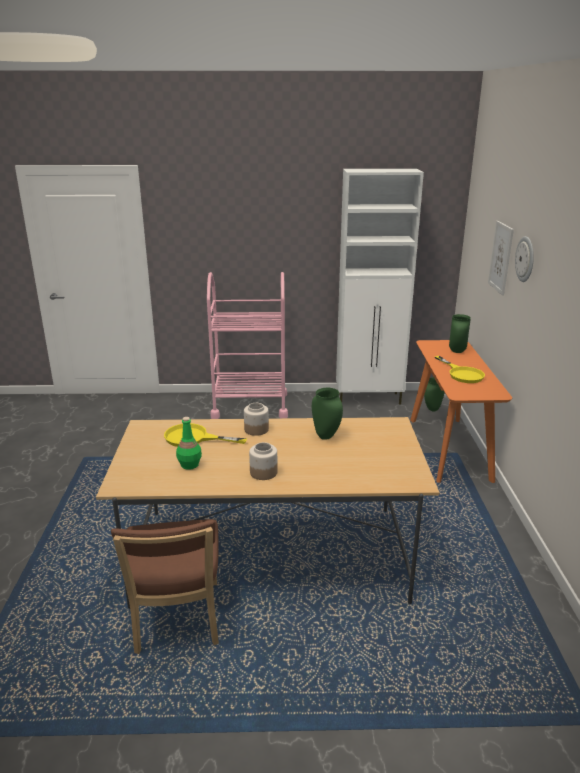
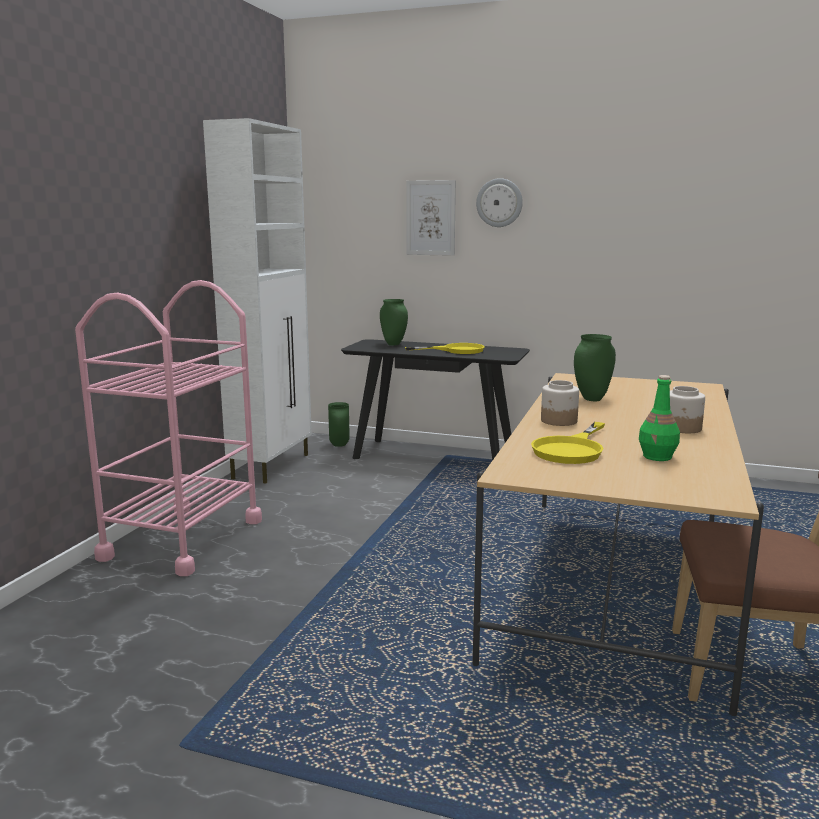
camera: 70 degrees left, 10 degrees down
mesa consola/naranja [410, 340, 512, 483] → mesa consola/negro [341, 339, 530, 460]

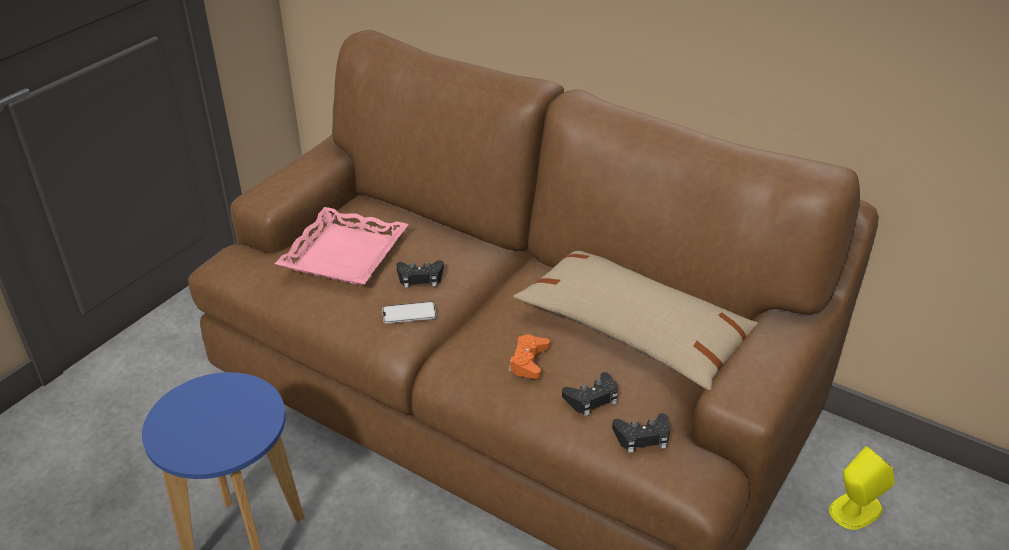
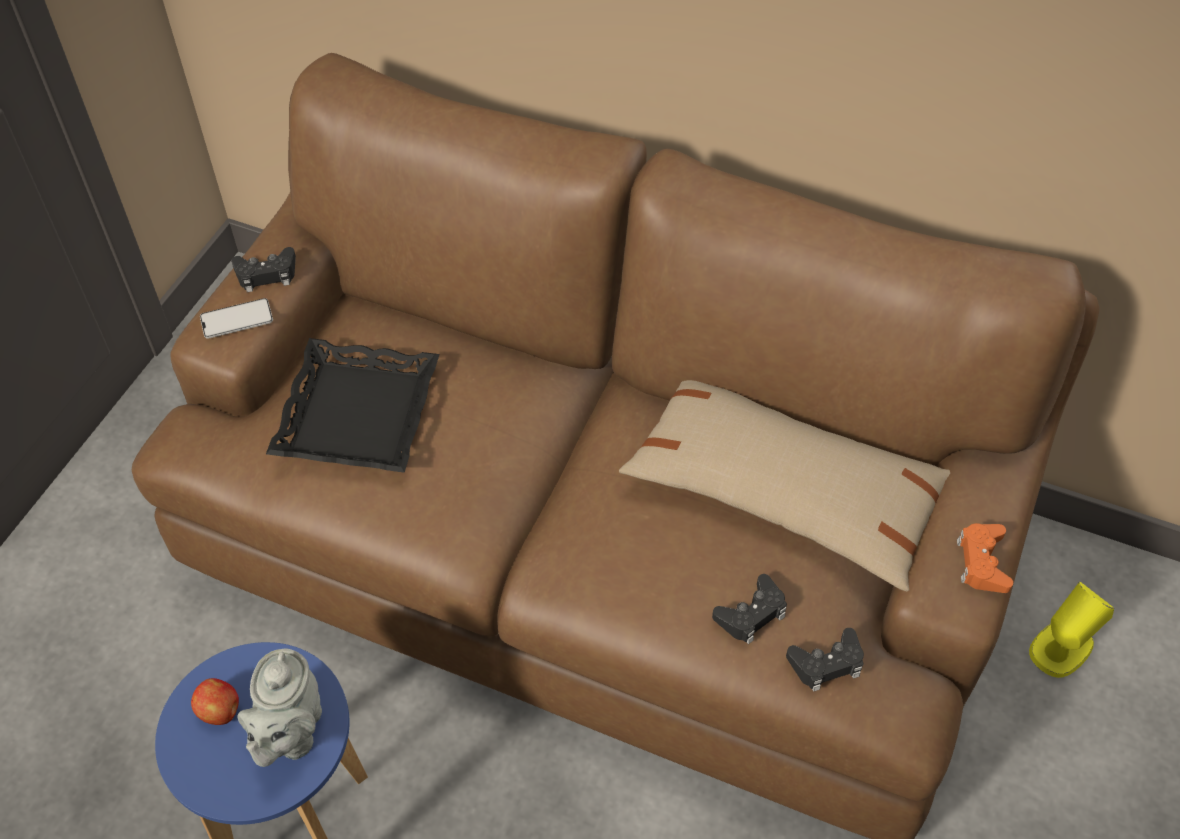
camera: 10 degrees left, 15 degrees up
bandeja/rosa [275, 207, 409, 285] → bandeja/negro [266, 338, 439, 473]
móvil [382, 301, 436, 324] → móvil [200, 298, 273, 338], moved
mando de consola/negro [396, 260, 444, 288] → mando de consola/negro [231, 247, 296, 292], moved
mando de consola/naranja [509, 335, 550, 379] → mando de consola/naranja [957, 523, 1013, 593], moved
- → manzana [191, 678, 239, 725]
- → tetera/gris [237, 648, 322, 767]

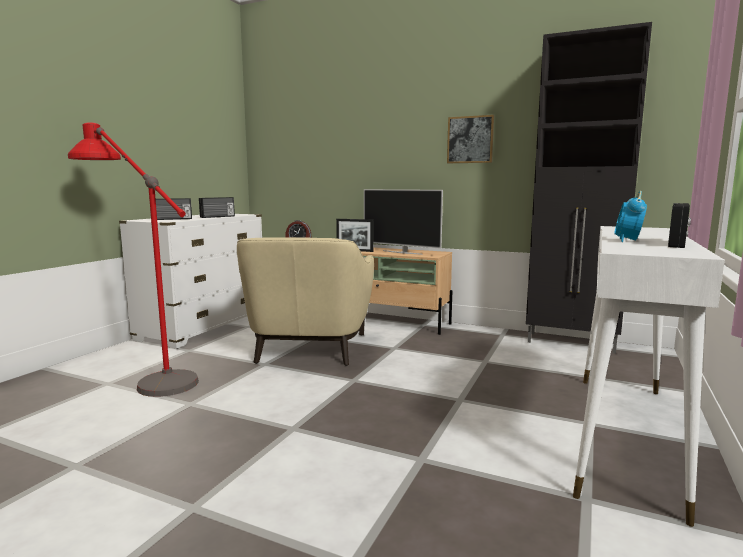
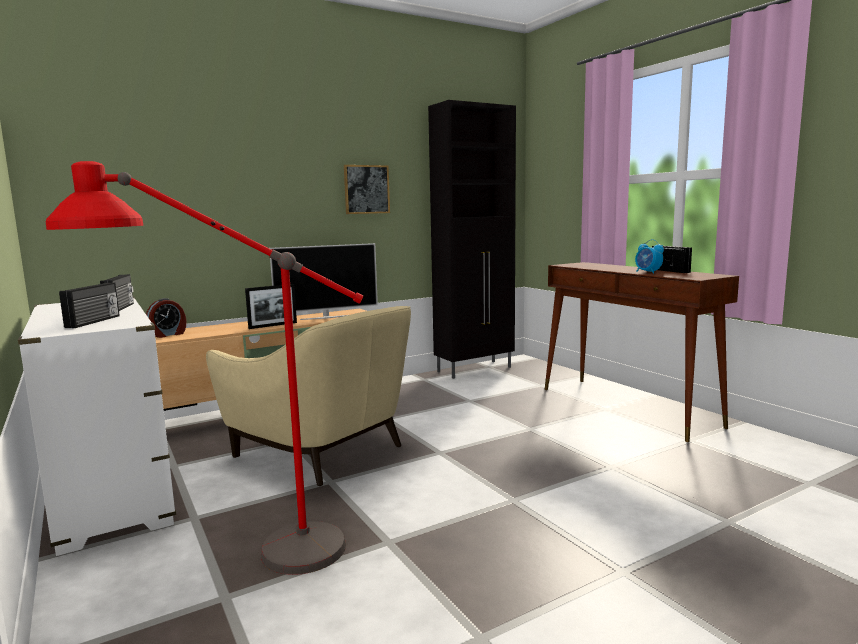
camera: 55 degrees left, 0 degrees up
mesa consola/blanco [573, 226, 725, 527] → mesa consola/marrón [545, 262, 739, 442]

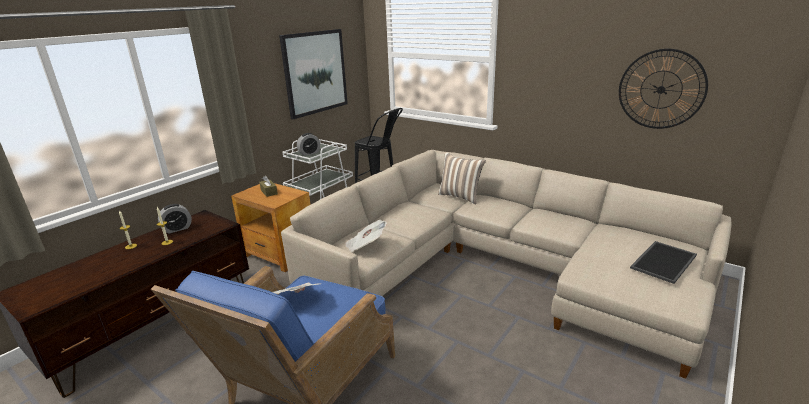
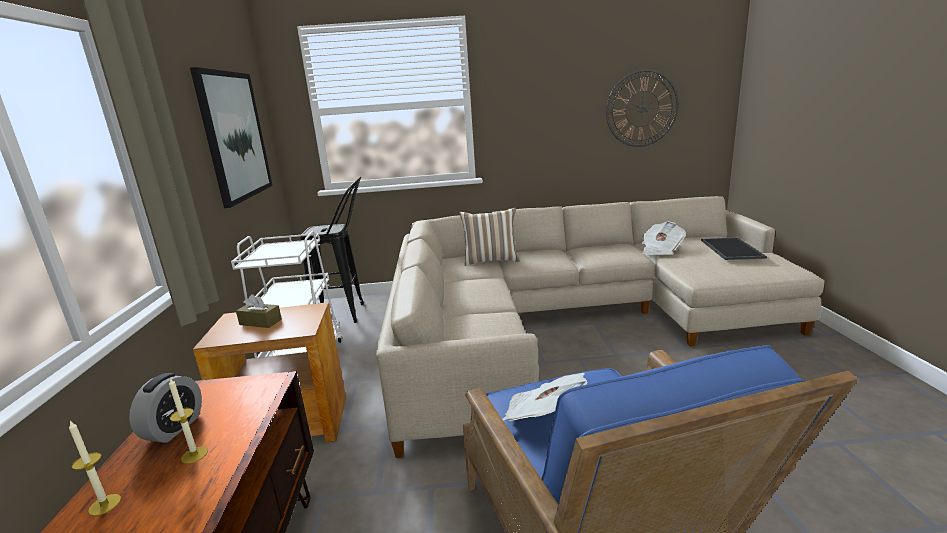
camera: 40 degrees left, 5 degrees down
despertador [297, 133, 320, 156] → -
periódico [345, 220, 387, 252] → periódico [641, 222, 686, 255], moved

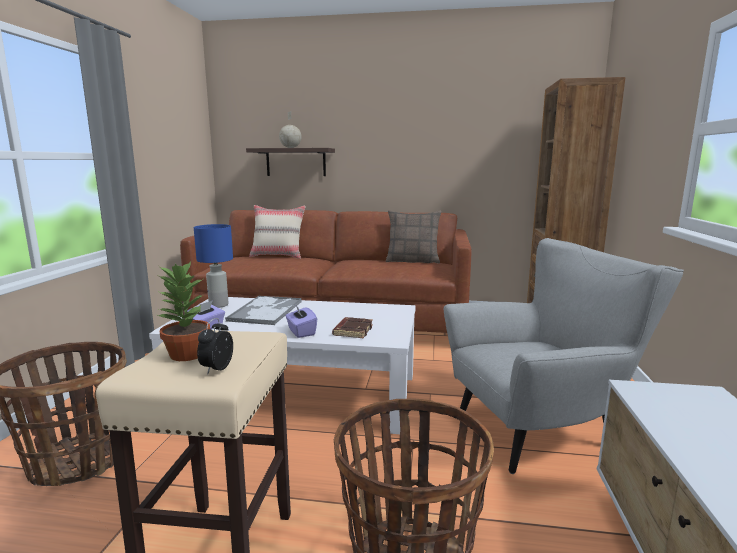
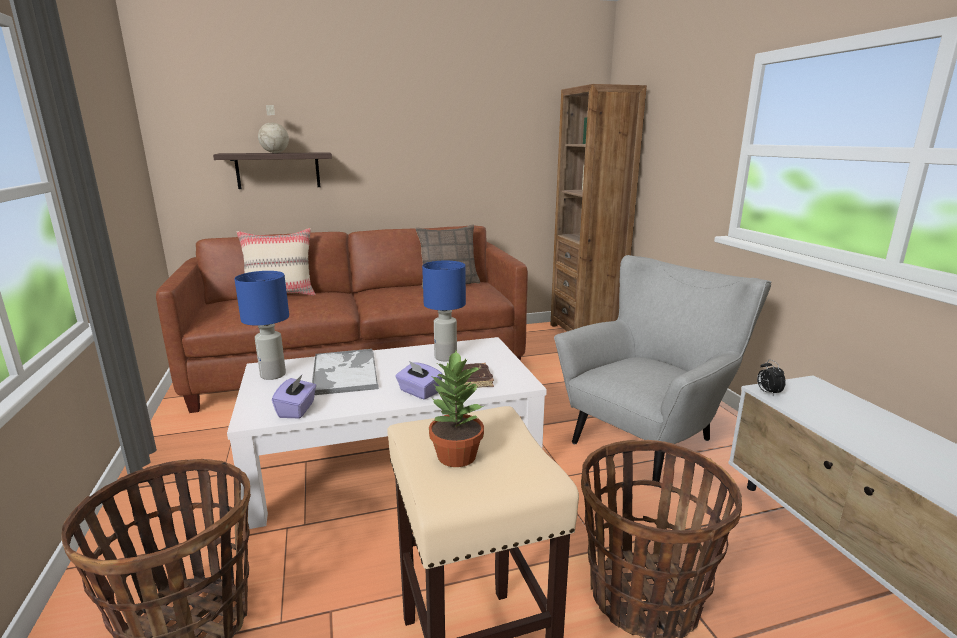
camera: 25 degrees left, 5 degrees up
despertador [197, 318, 233, 375] → despertador [757, 360, 786, 397], moved
- → lámpara de mesa/azul [422, 260, 466, 361]

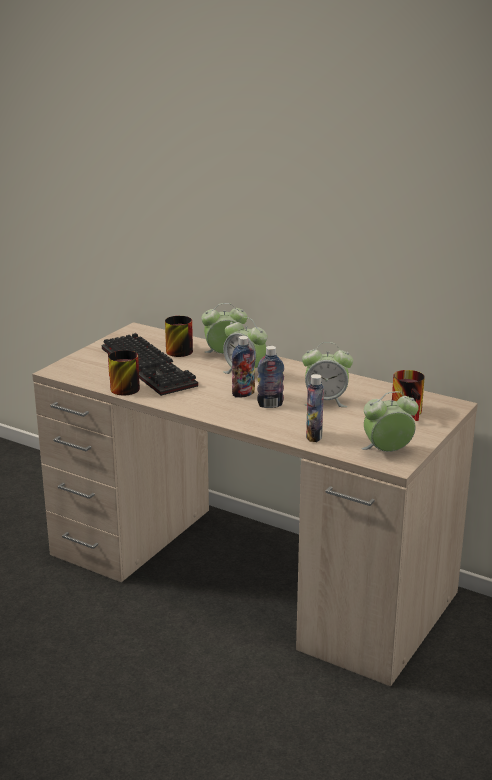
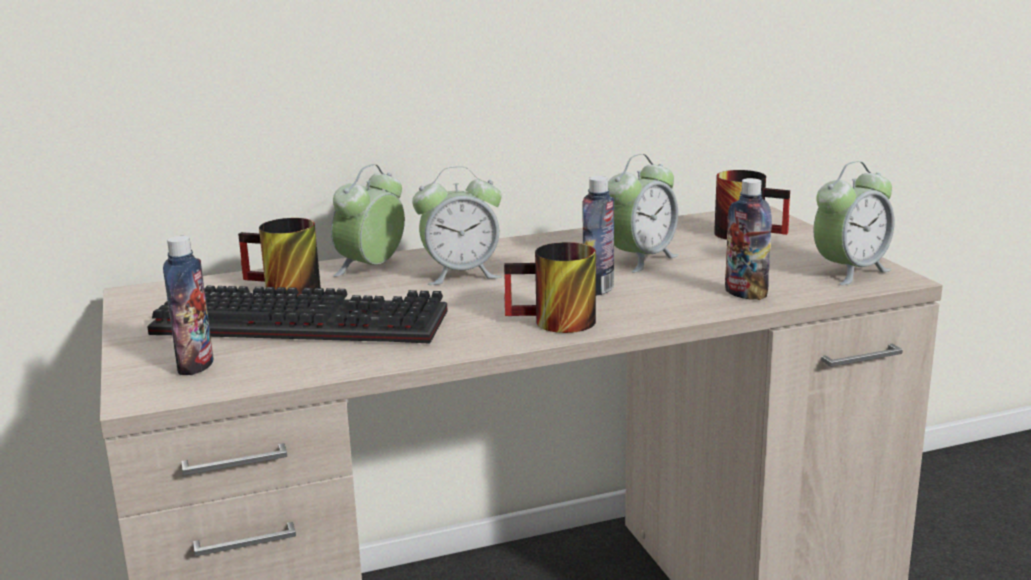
camera: 50 degrees left, 5 degrees down
taza grande [108, 350, 140, 395] → taza grande [504, 242, 596, 333], moved
botella [232, 336, 255, 398] → botella [163, 236, 214, 375], moved
despertador [362, 391, 419, 452] → despertador [813, 161, 894, 285], 150 degrees counterclockwise

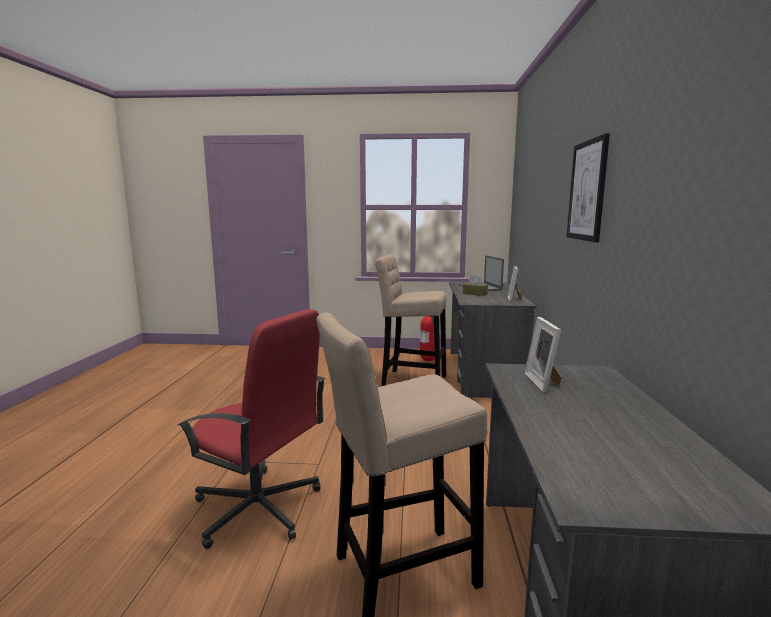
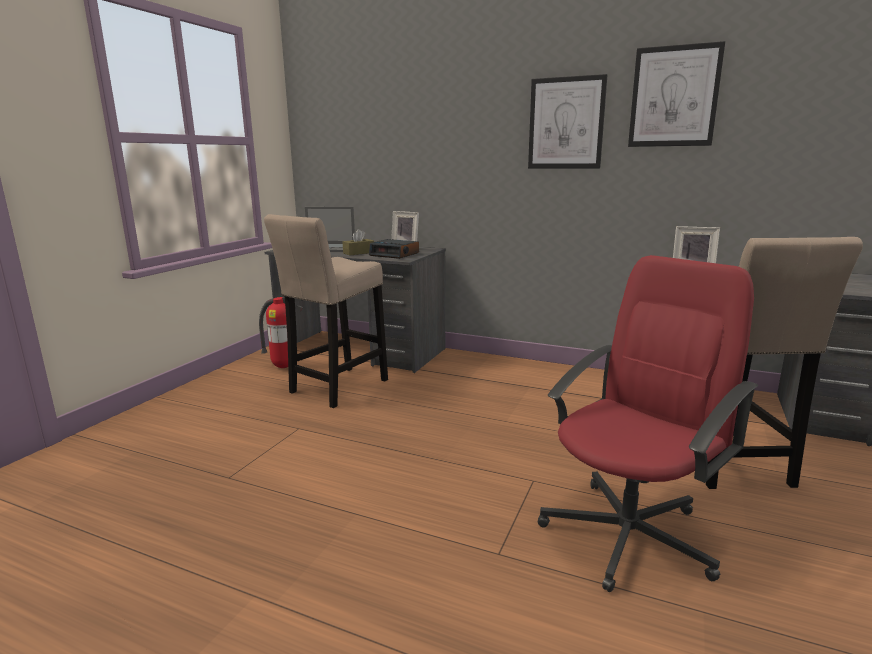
camera: 70 degrees left, 5 degrees up
- → despertador [369, 239, 419, 259]
- → cuadro [628, 41, 725, 147]

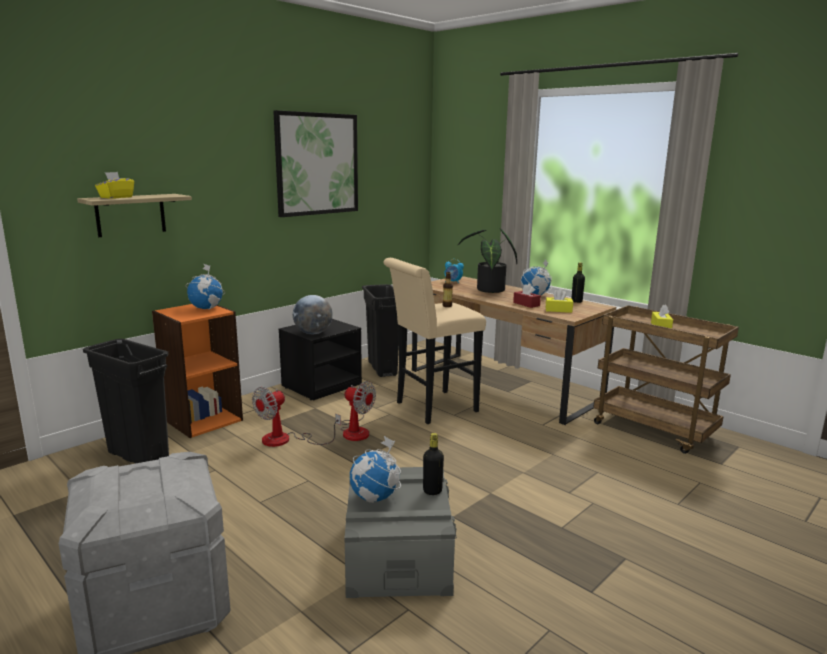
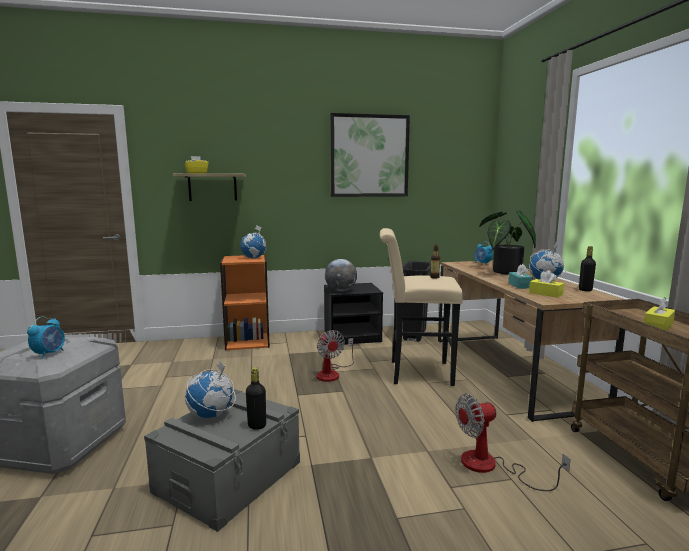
camera: 35 degrees right, 5 degrees down
papelera/negro [83, 339, 169, 463] → -
ventilador [252, 387, 341, 447] → ventilador [455, 393, 571, 491], moved
caja de pañuelos/rojo [513, 284, 541, 308] → caja de pañuelos/turquesa [508, 264, 533, 289]
- → despertador [27, 316, 65, 359]

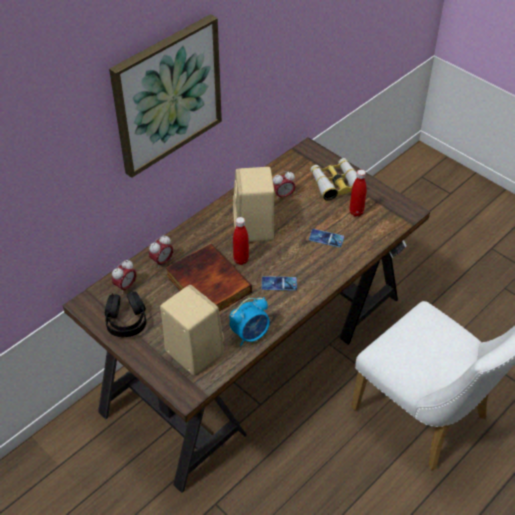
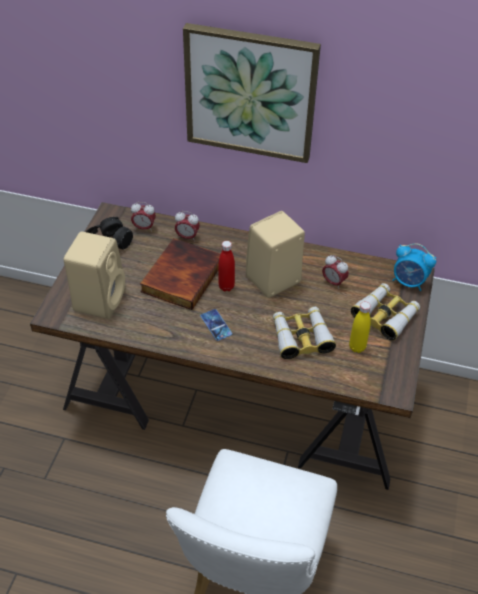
camera: 60 degrees right, 0 degrees up
despertador [229, 297, 270, 346] → despertador [392, 243, 436, 291], moved
móvil [309, 229, 344, 247] → prismáticos [273, 307, 336, 359]
botella/rojo [349, 170, 366, 217] → botella/amarillo [349, 302, 371, 353]

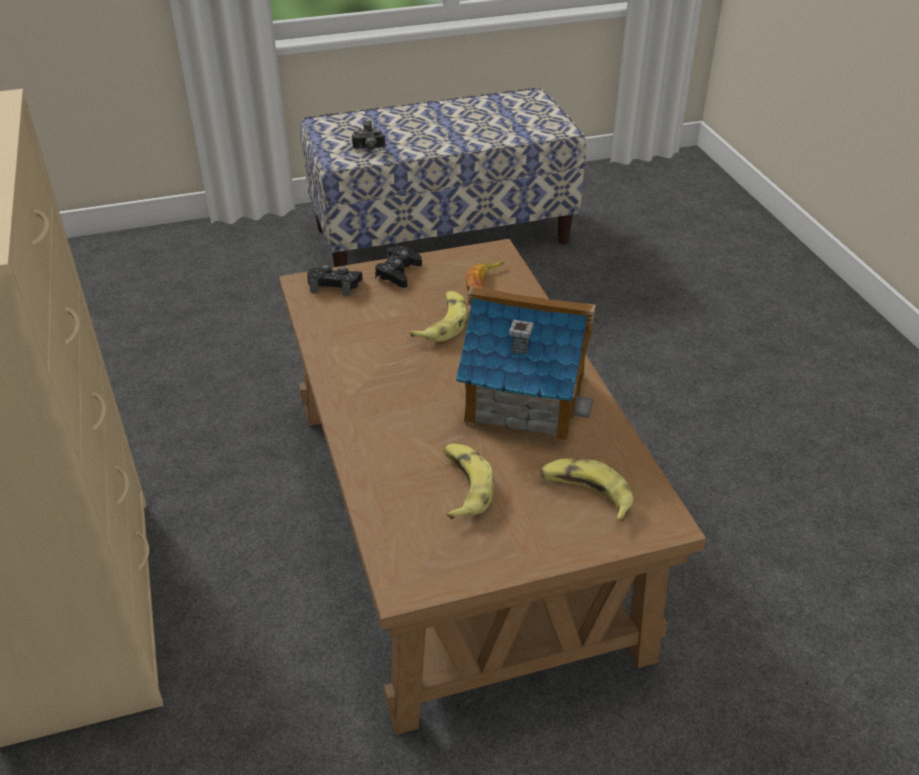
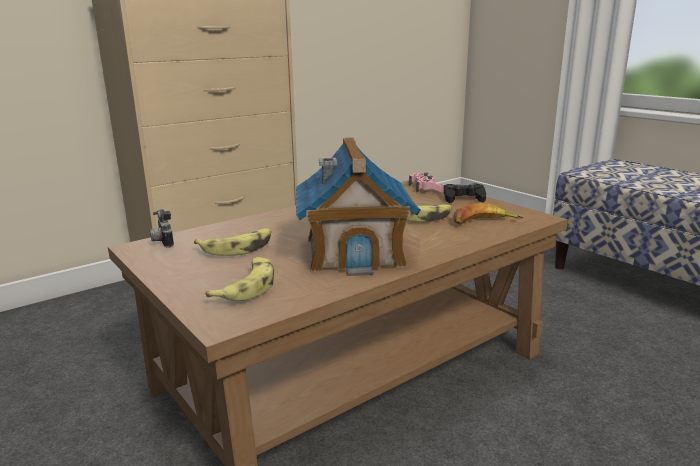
camera: 70 degrees right, 20 degrees down
mando de consola/negro [307, 265, 363, 297] → mando de consola/rosa [409, 173, 443, 193]
cámara [352, 120, 385, 150] → cámara [150, 209, 174, 248], moved

